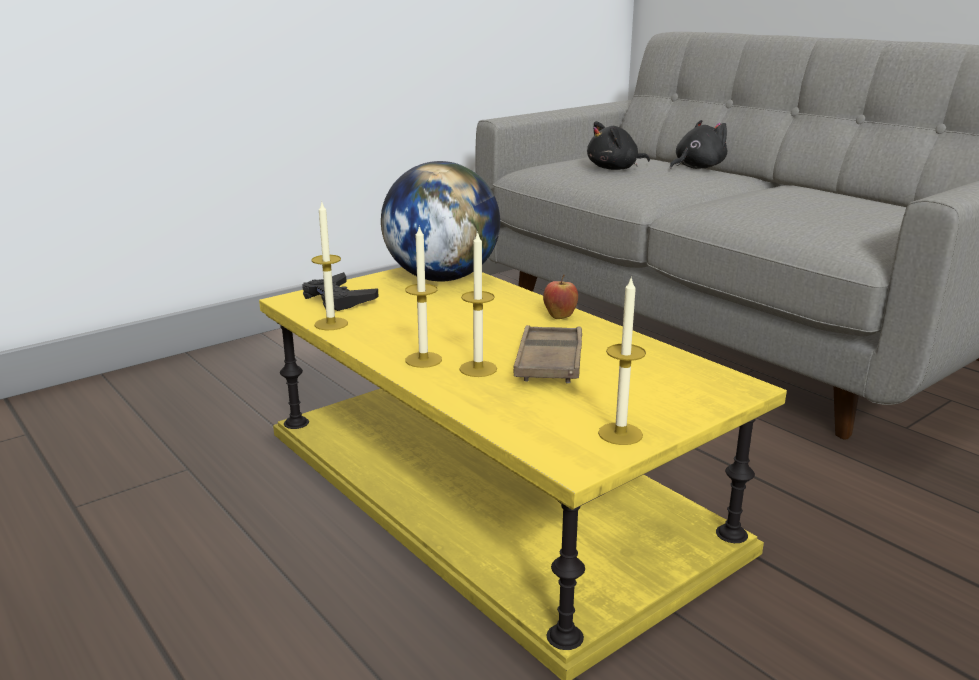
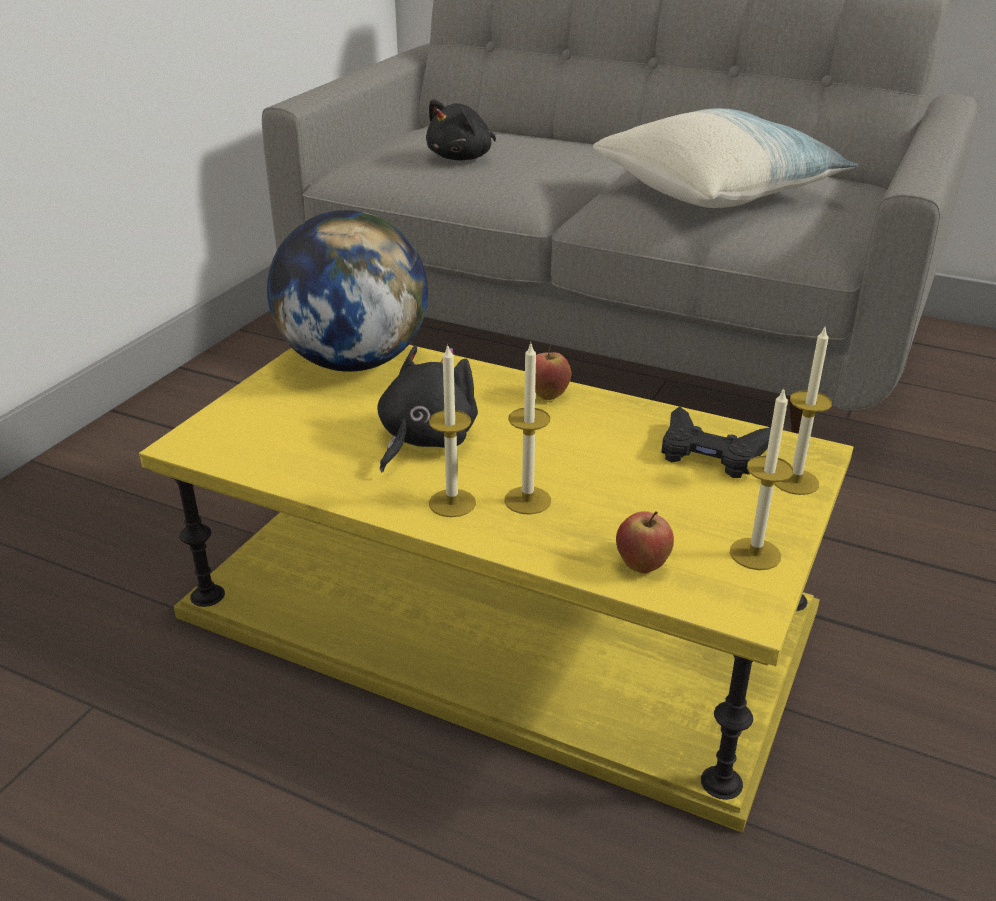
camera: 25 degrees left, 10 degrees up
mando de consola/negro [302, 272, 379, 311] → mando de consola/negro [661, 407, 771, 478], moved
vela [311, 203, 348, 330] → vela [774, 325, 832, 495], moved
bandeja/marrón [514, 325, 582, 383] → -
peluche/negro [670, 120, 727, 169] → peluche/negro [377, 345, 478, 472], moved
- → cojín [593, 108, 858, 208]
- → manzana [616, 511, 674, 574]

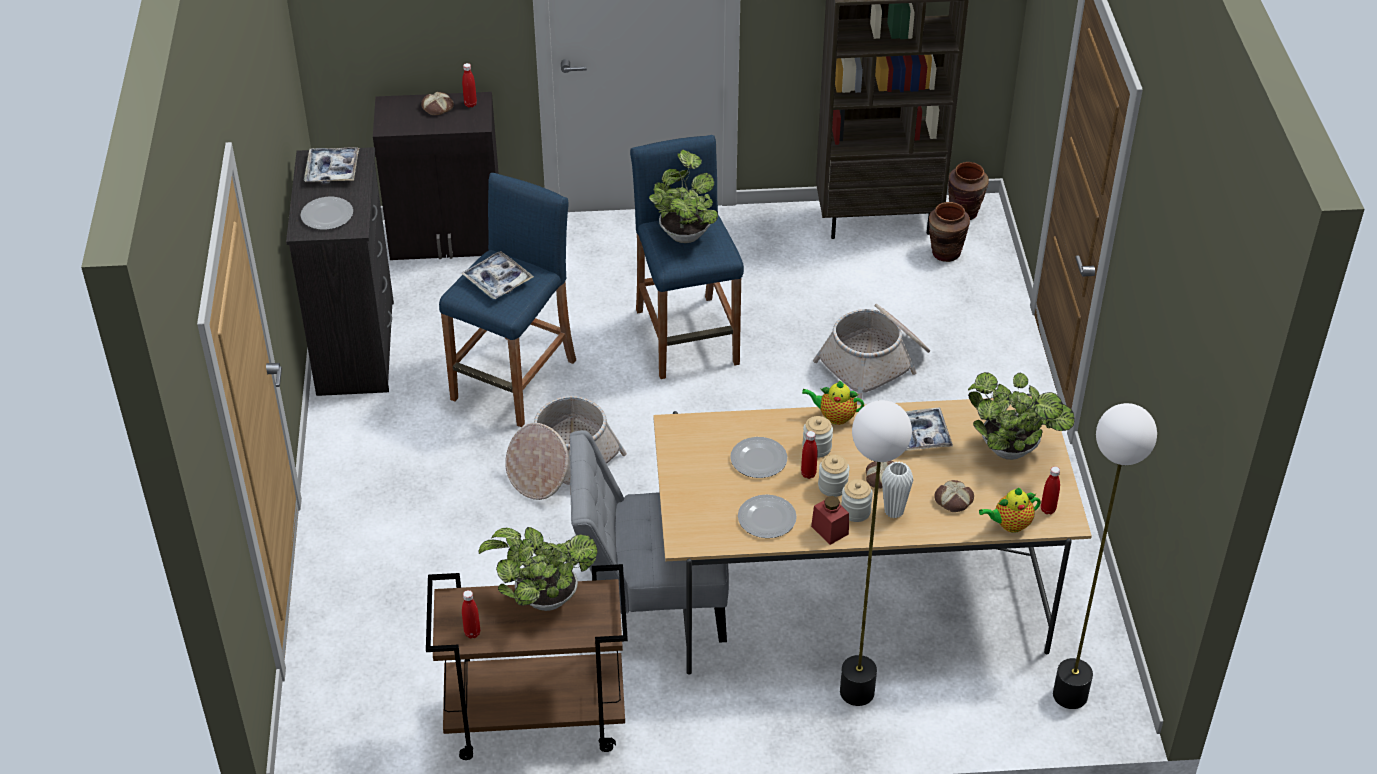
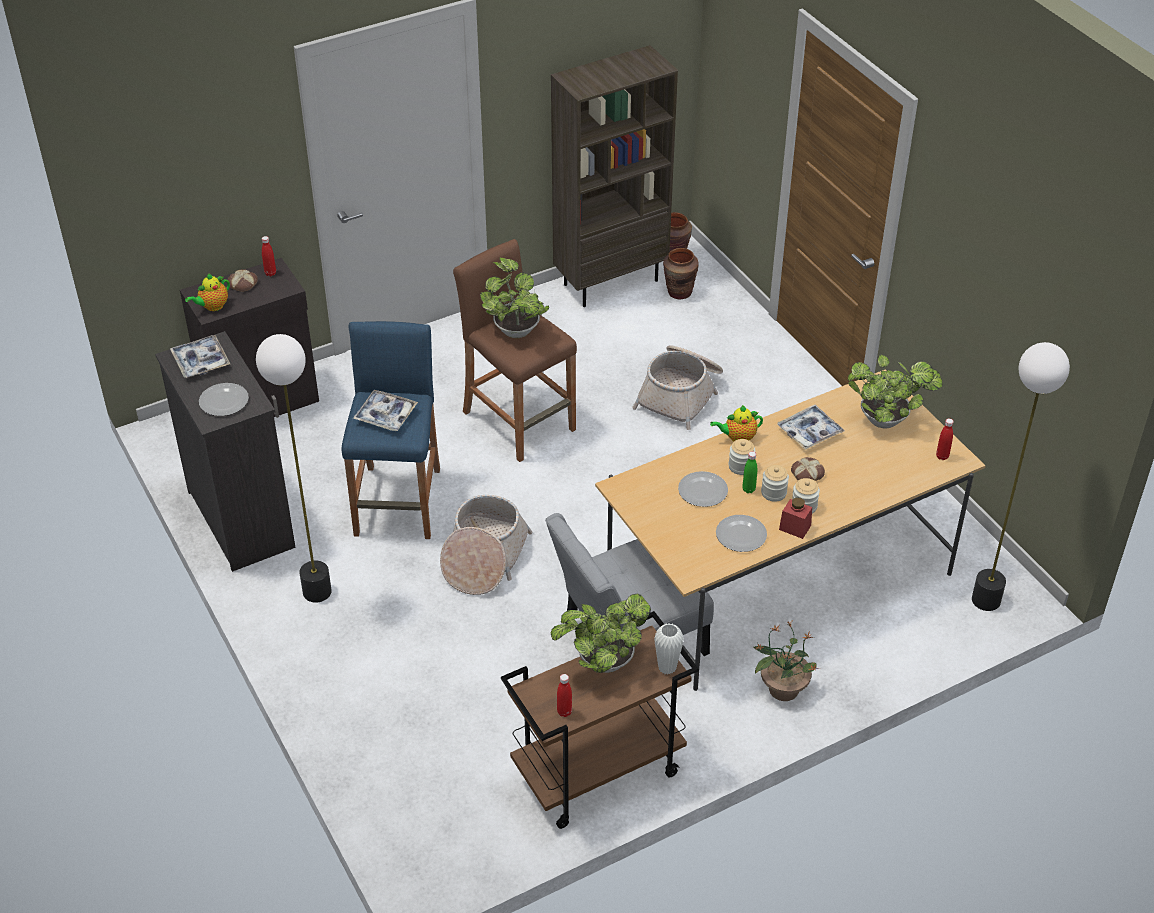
camera: 25 degrees left, 0 degrees up
taburete/azul [630, 135, 744, 379] → taburete/marrón [453, 239, 577, 462]
botella/rojo [801, 431, 818, 479] → botella/verde [742, 451, 757, 493]
lámpara de pie [840, 400, 912, 706] → lámpara de pie [256, 334, 332, 603], moved
florero/blanco [882, 462, 913, 519] → florero/blanco [654, 623, 684, 675], moved
pan [934, 480, 974, 512] → -
tetera [979, 488, 1041, 533] → tetera [185, 274, 230, 311], moved
- → planta en maceta [754, 621, 819, 701]

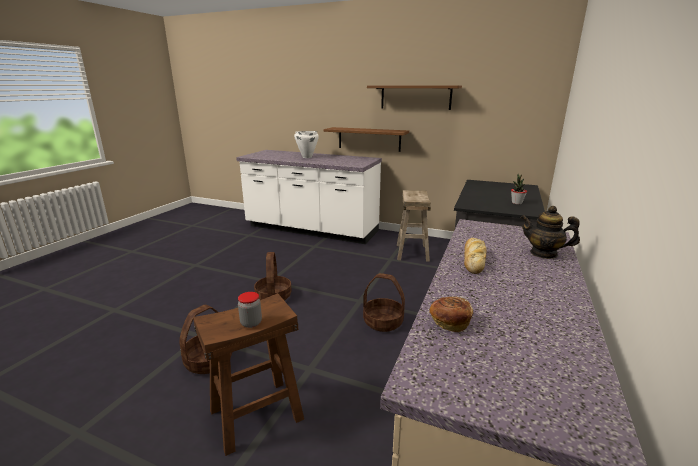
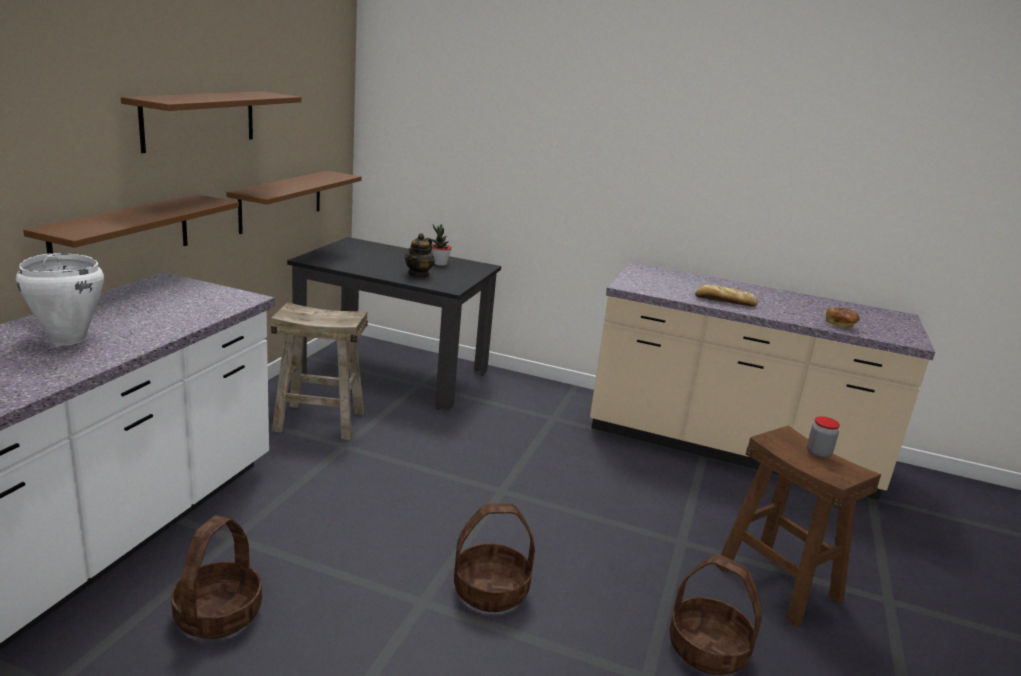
camera: 95 degrees left, 0 degrees up
cesta [363, 273, 405, 332] → cesta [171, 515, 262, 639], moved
tetera [520, 206, 580, 259] → tetera [405, 233, 435, 278], moved
- → estante/marrón [226, 171, 362, 234]

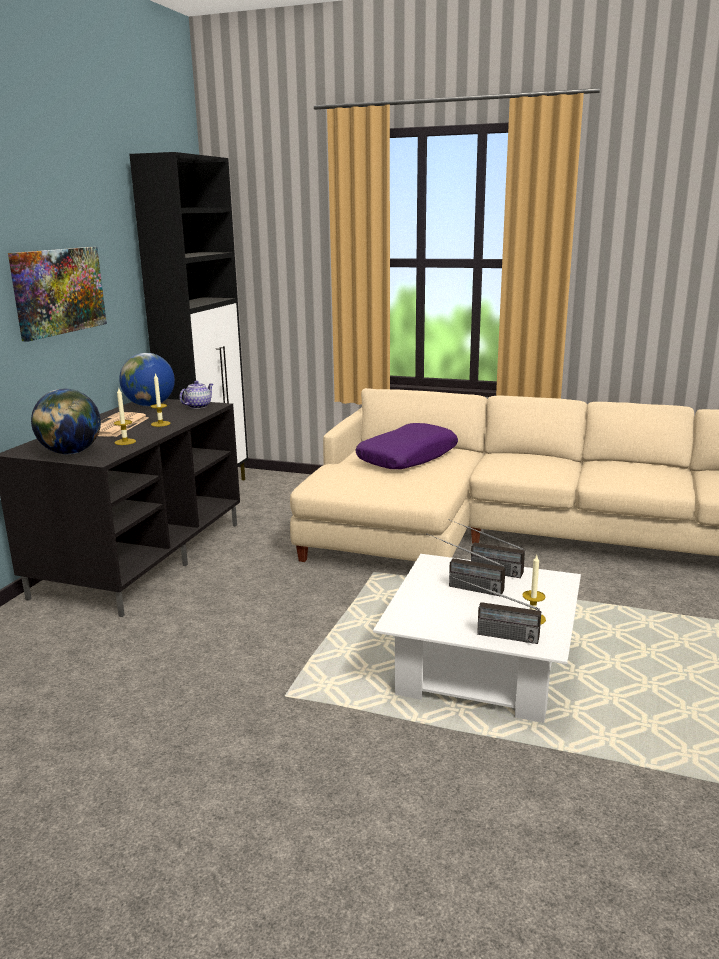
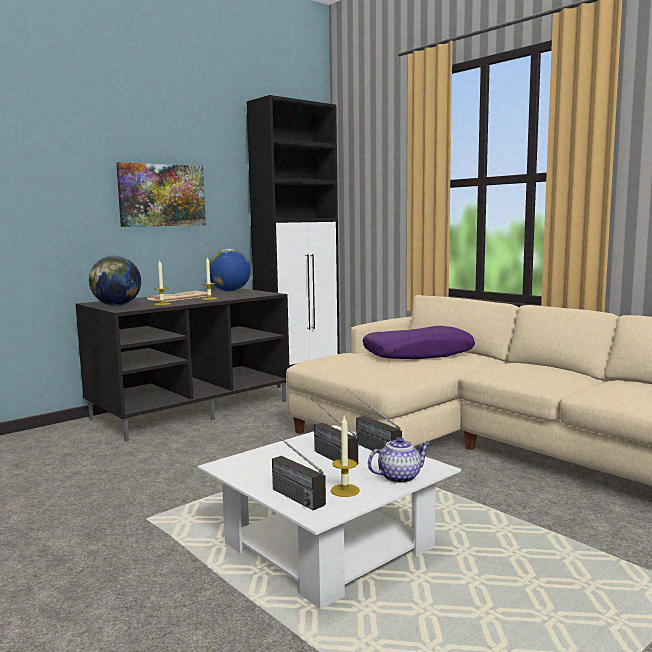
camera: 30 degrees right, 10 degrees down
tetera [179, 381, 213, 409] → tetera [368, 437, 430, 483], moved

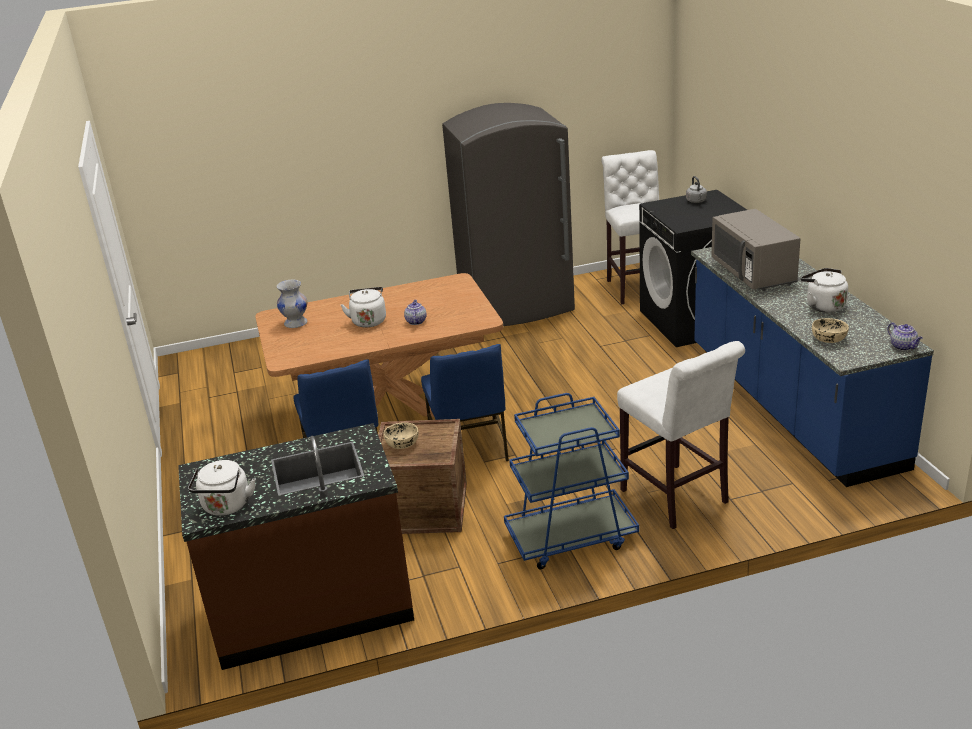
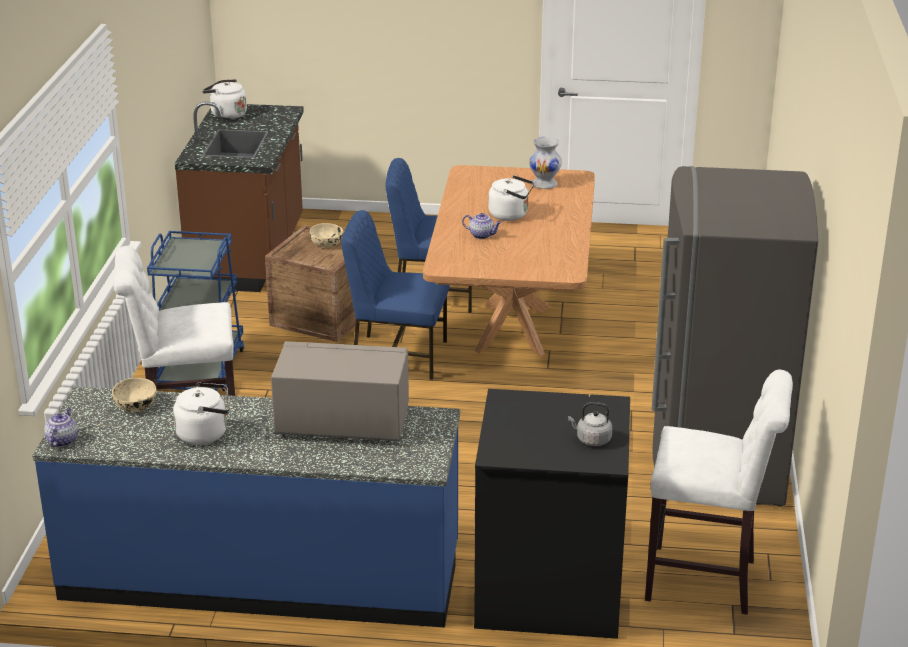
camera: 110 degrees right, 0 degrees up
tetera [888, 323, 923, 351] → tetera [44, 407, 78, 447], 105 degrees clockwise

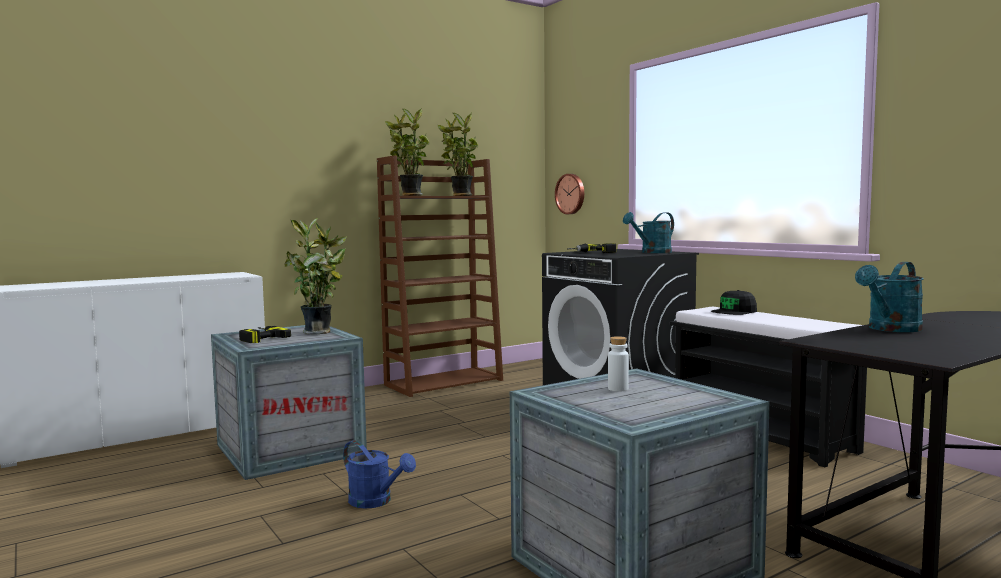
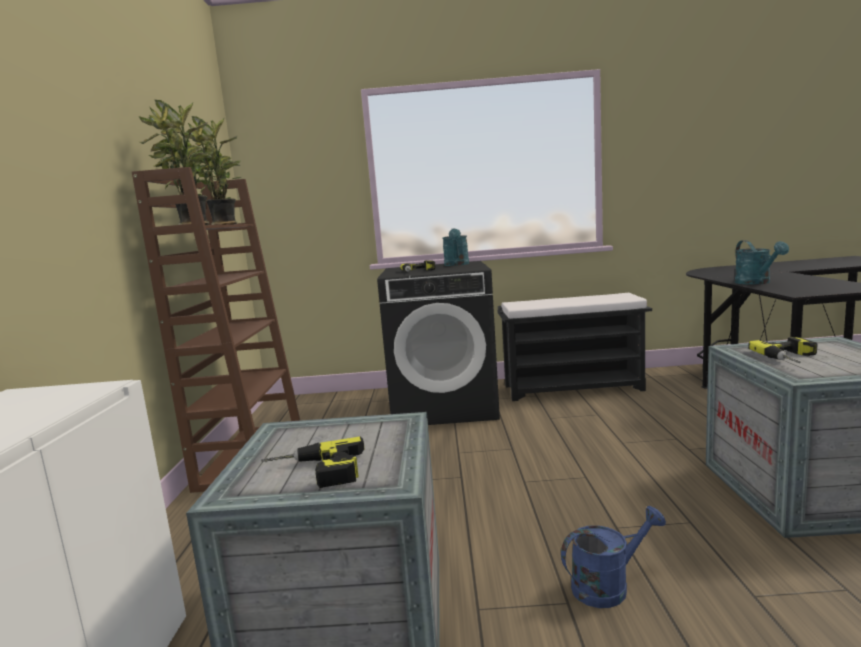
camera: 55 degrees left, 5 degrees up
planta en maceta [285, 218, 347, 334] → -
reloj de pared [555, 174, 584, 214] → -
botella/blanco [608, 336, 629, 392] → taladro [748, 337, 817, 364]
gorra/negro [711, 290, 757, 315] → -

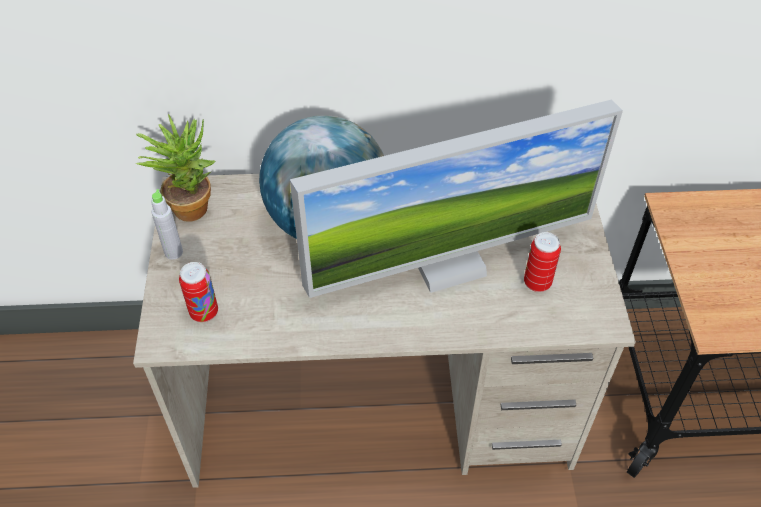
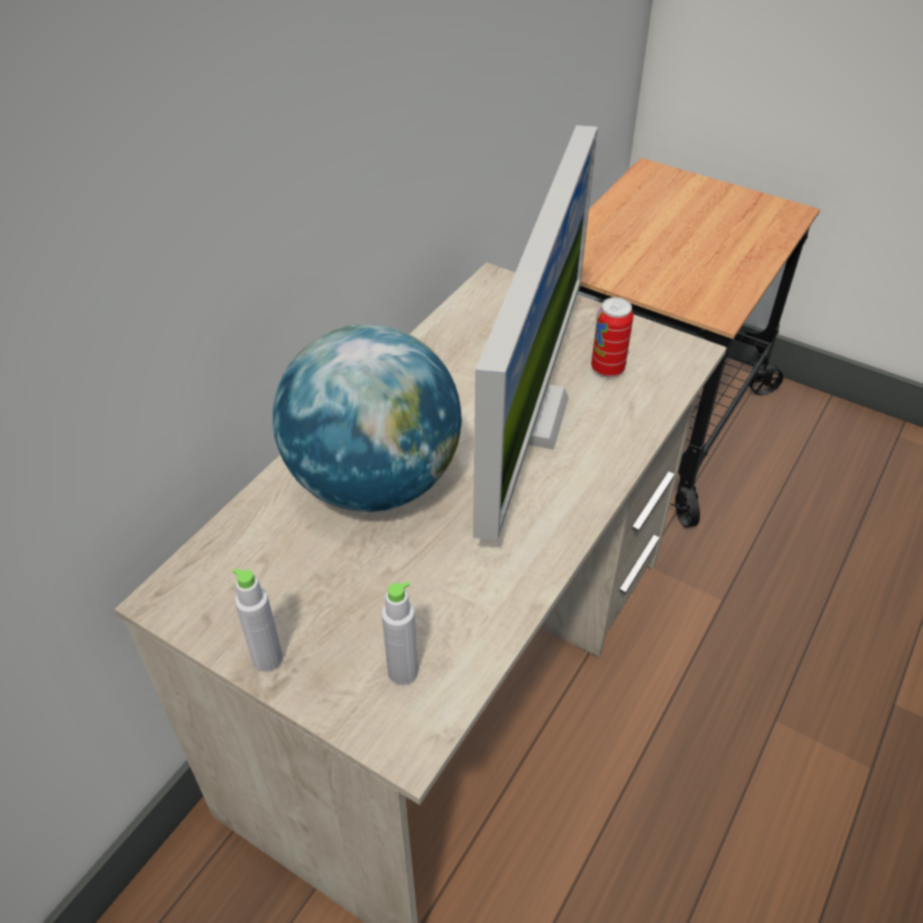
camera: 55 degrees left, 5 degrees down
planta en maceta [136, 114, 216, 222] → -
lata [179, 262, 218, 322] → botella/gris [382, 581, 418, 685]

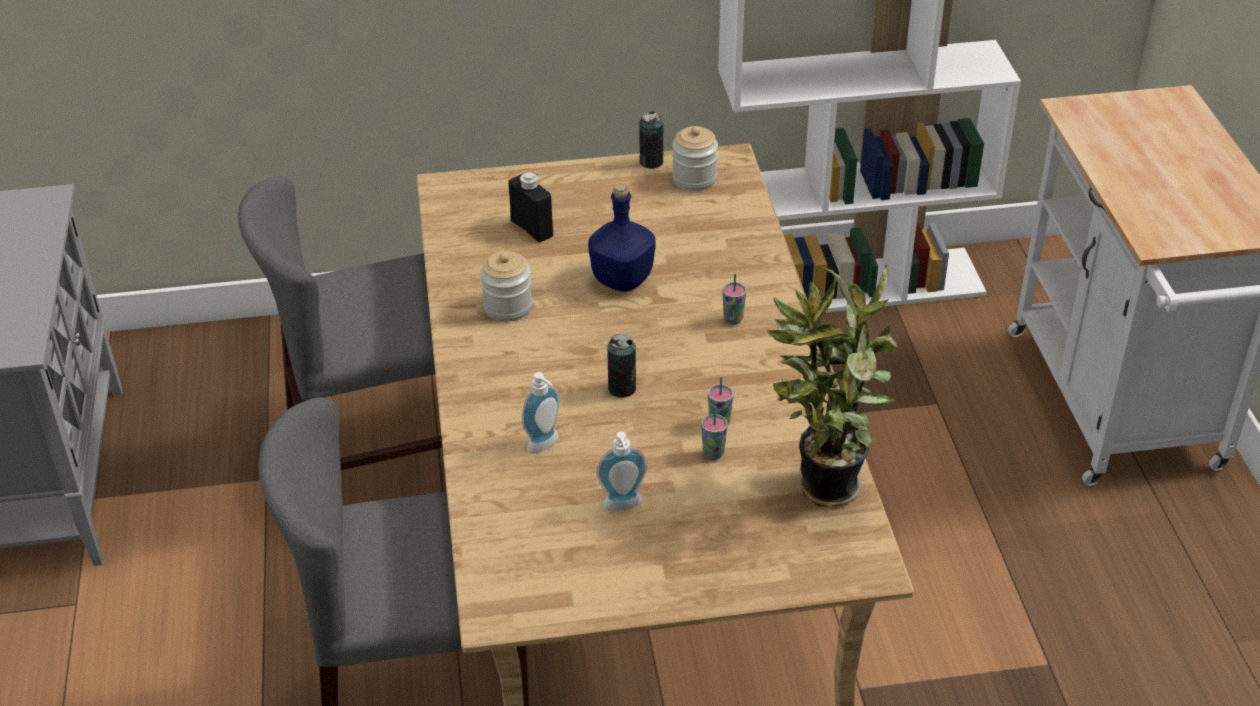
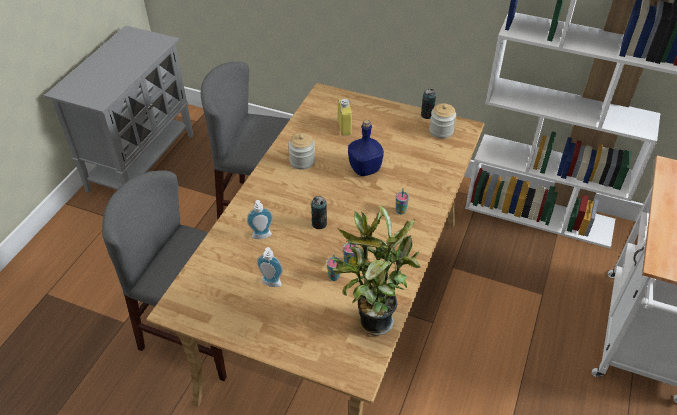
camera: 30 degrees right, 5 degrees up
botella/negro [509, 172, 553, 243] → botella/amarillo [338, 99, 352, 136]

